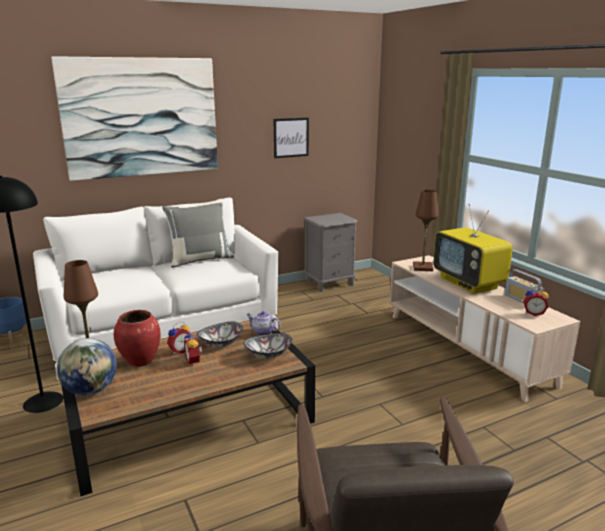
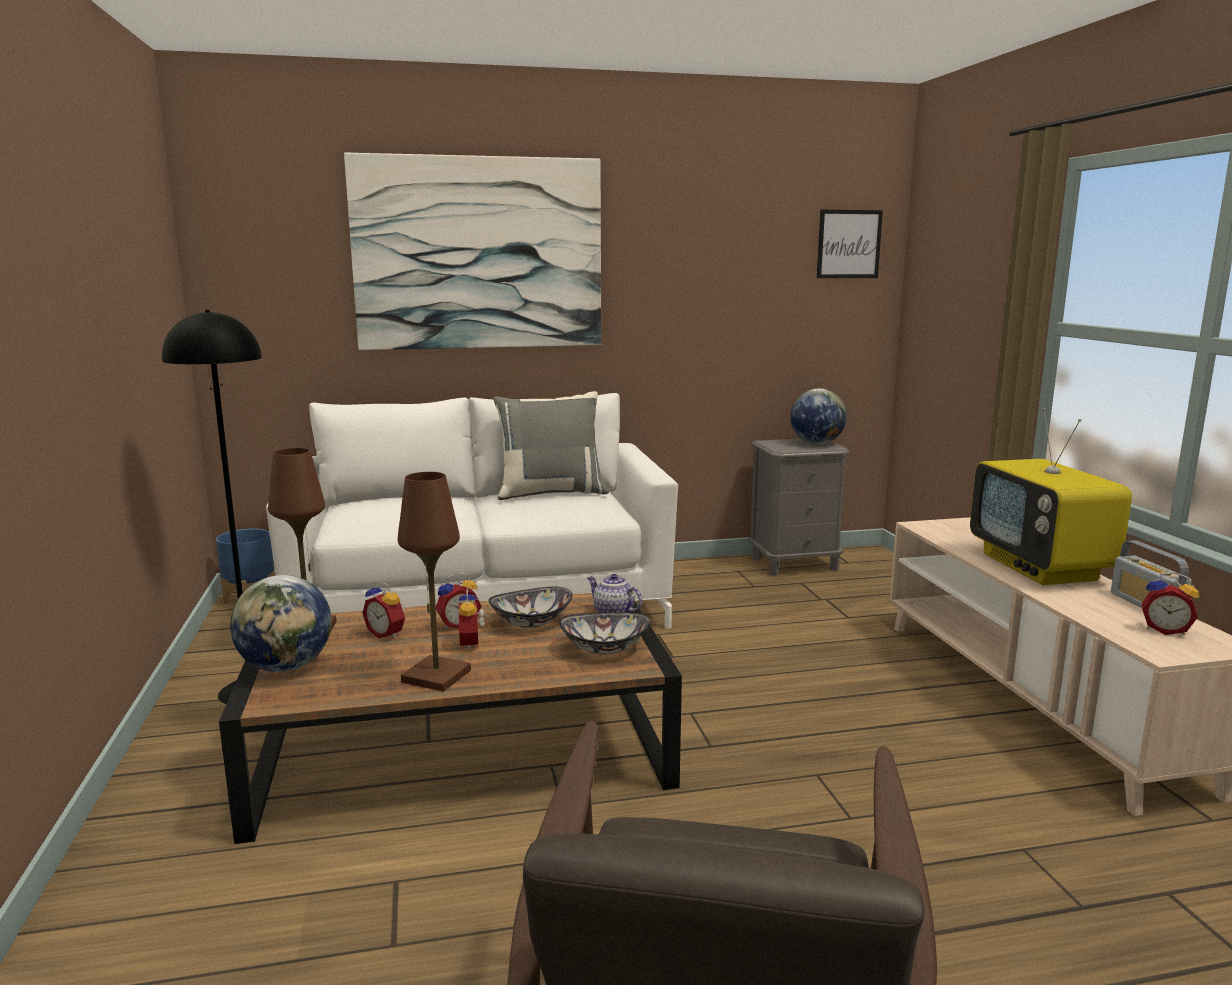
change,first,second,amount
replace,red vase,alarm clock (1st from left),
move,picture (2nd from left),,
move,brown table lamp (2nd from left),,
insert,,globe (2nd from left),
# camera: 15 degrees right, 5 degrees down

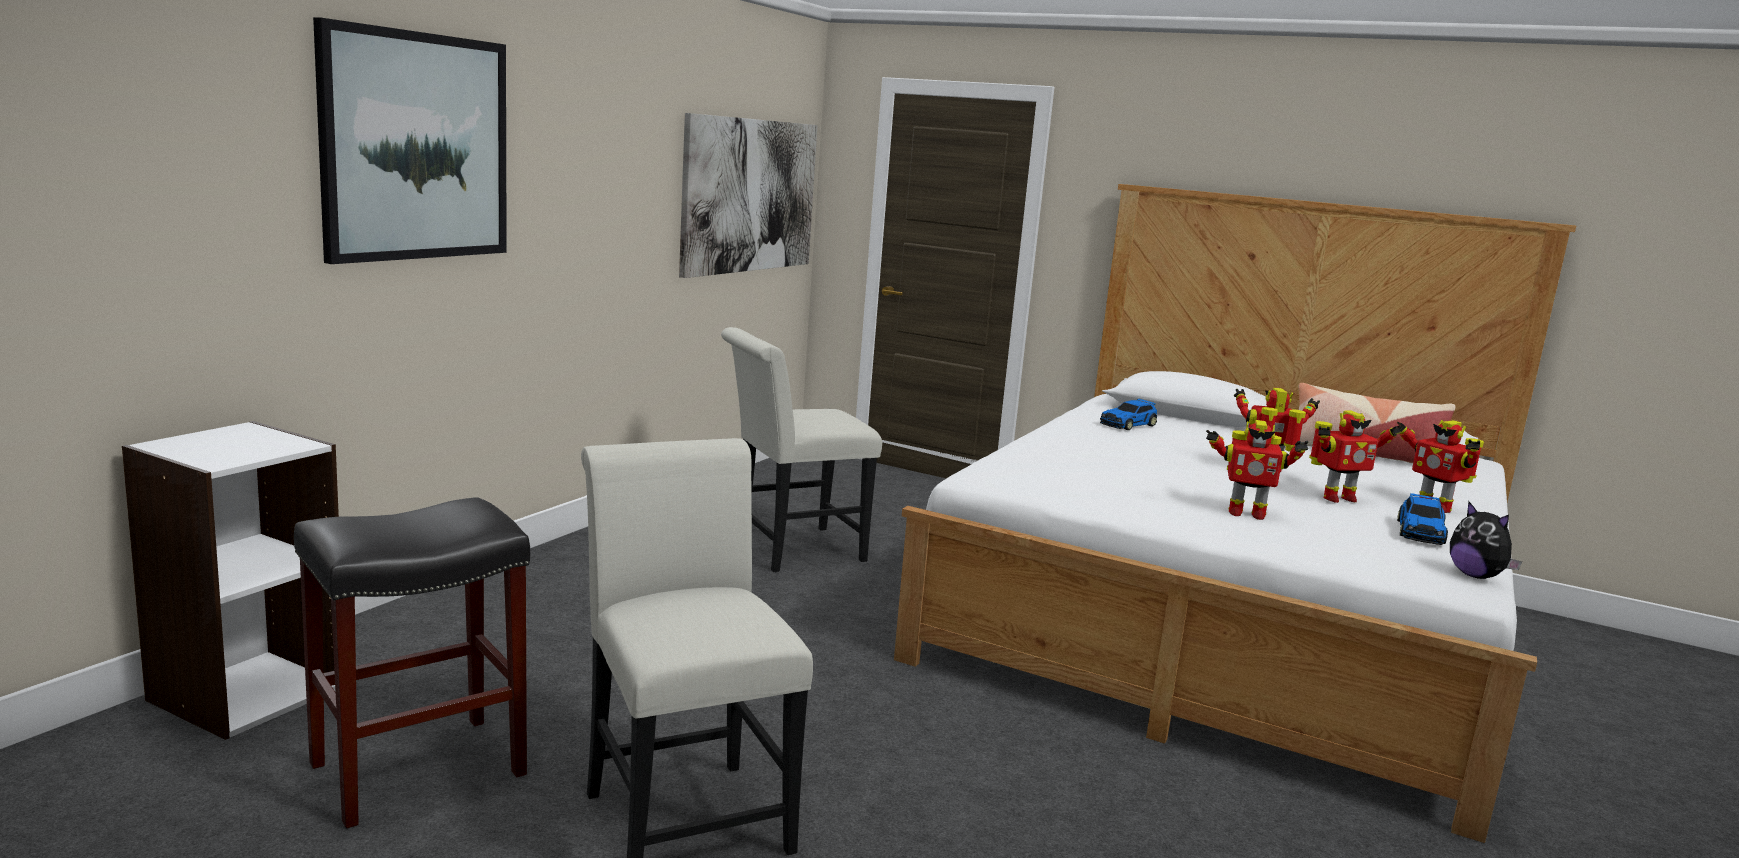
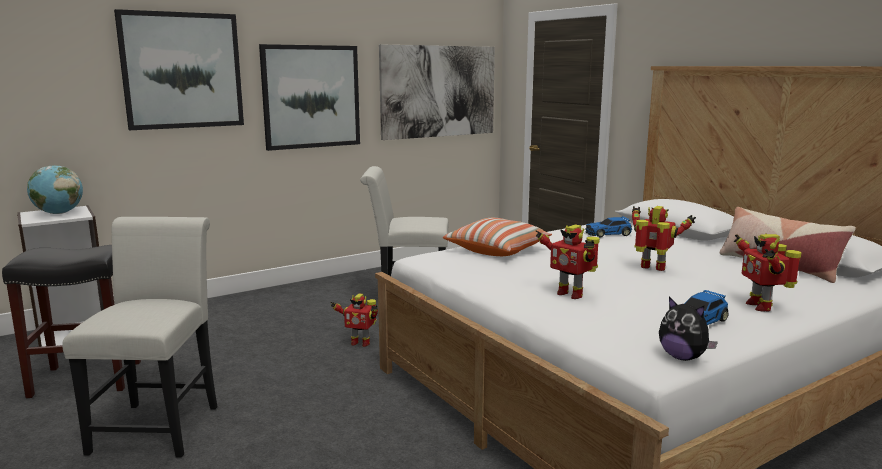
change,first,second,amount
move,toy robot (3rd from left in the first image),toy robot (1st from left),
rotate,plush toy,,45 degrees counterclockwise
insert,,globe,
insert,,picture (2nd from left),
insert,,pillow (1st from left),
# camera: 30 degrees right, 0 degrees up

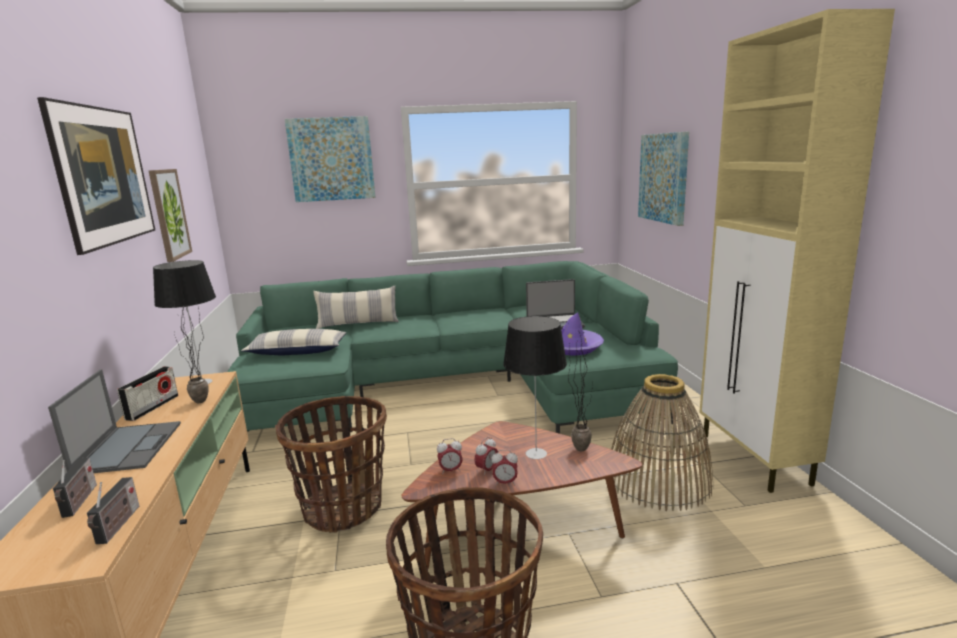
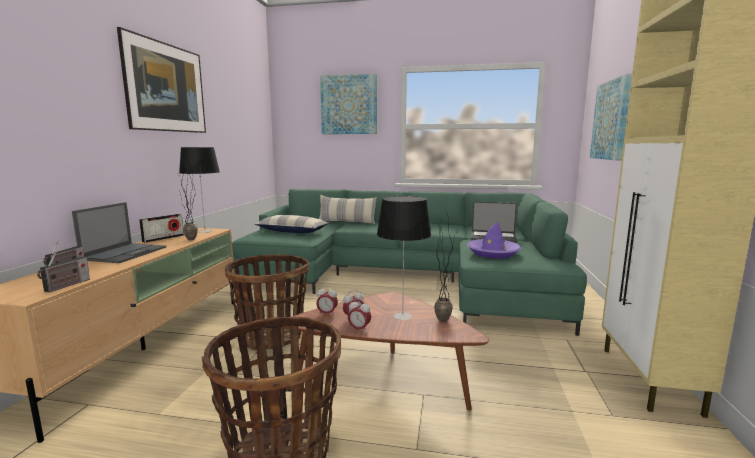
change,first,second,amount
delete,picture (2nd from left),,
delete,basket (3rd from left),,
# camera: 20 degrees right, 5 degrees down

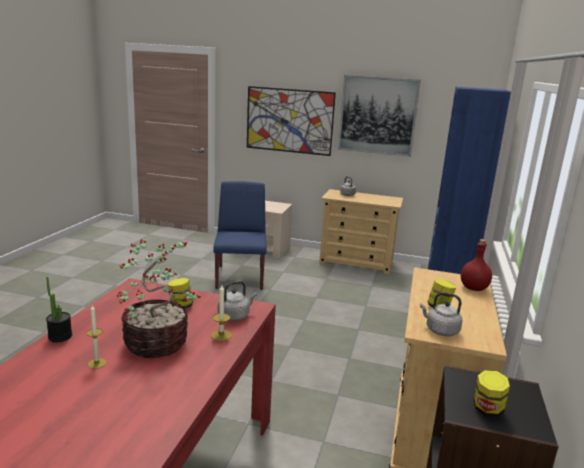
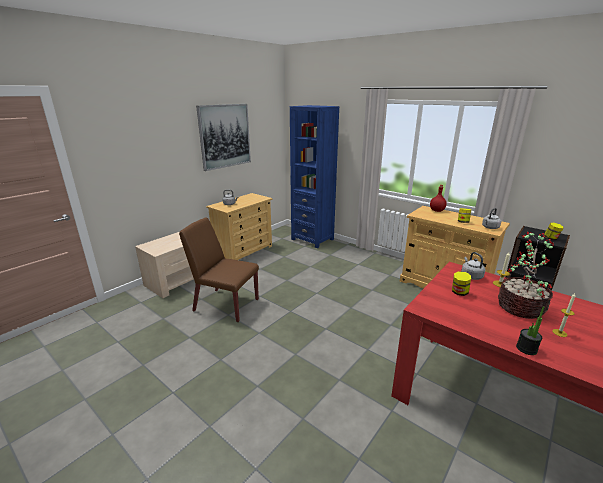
change,first,second,amount
recolor,blue chair,brown chair,
delete,picture (1st from left),,
# camera: 65 degrees left, 5 degrees up

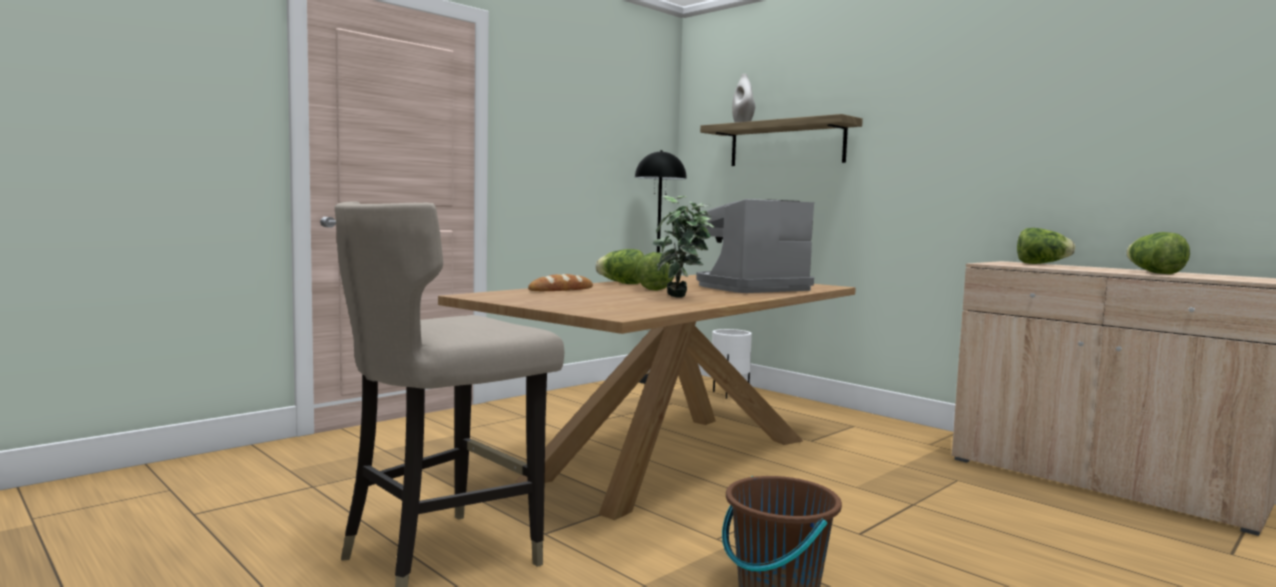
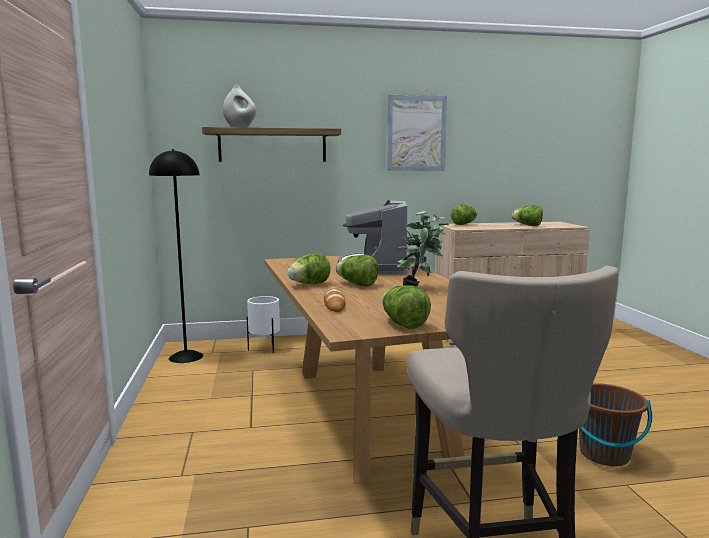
change,first,second,amount
insert,,lettuce (3rd from left),
insert,,picture,
# camera: 55 degrees left, 5 degrees up

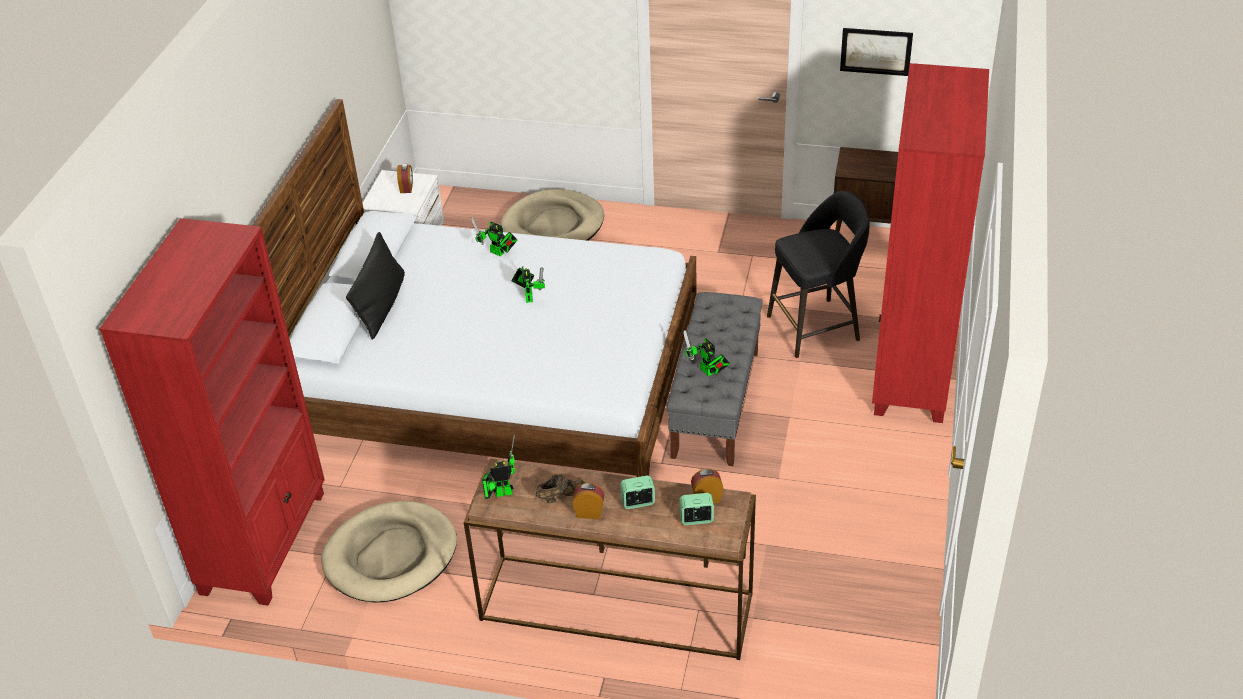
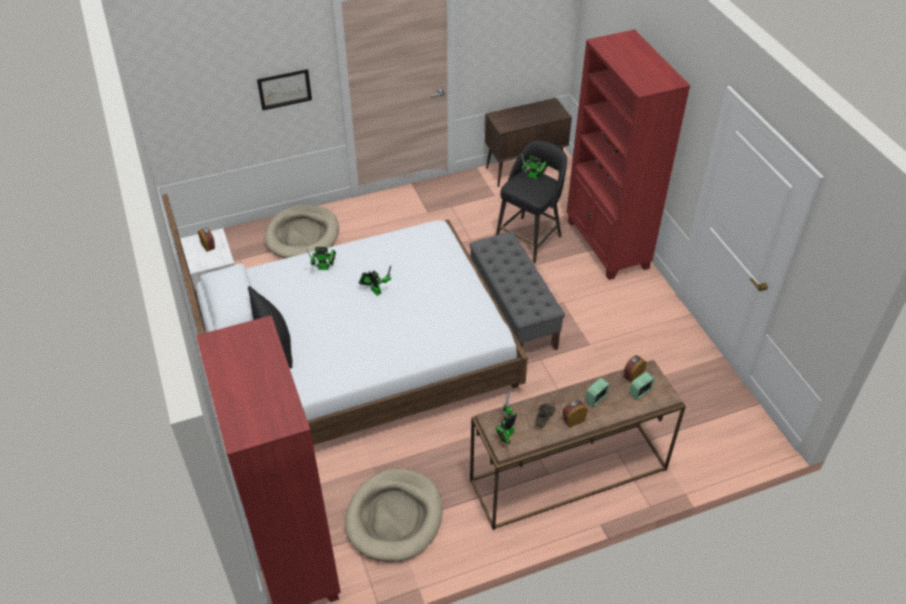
change,first,second,amount
move,toy robot (4th from left),,
move,picture,,
# camera: 35 degrees left, 5 degrees up

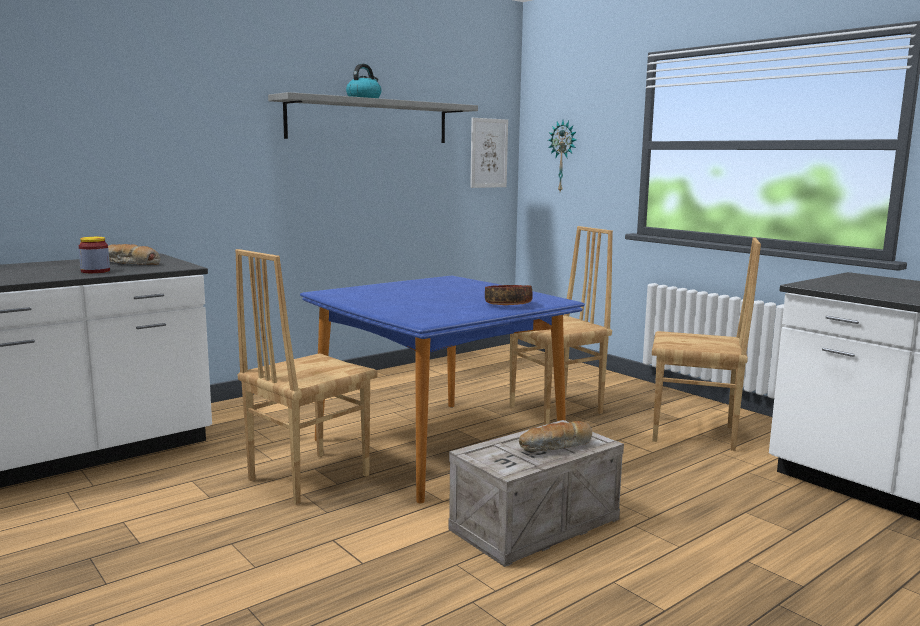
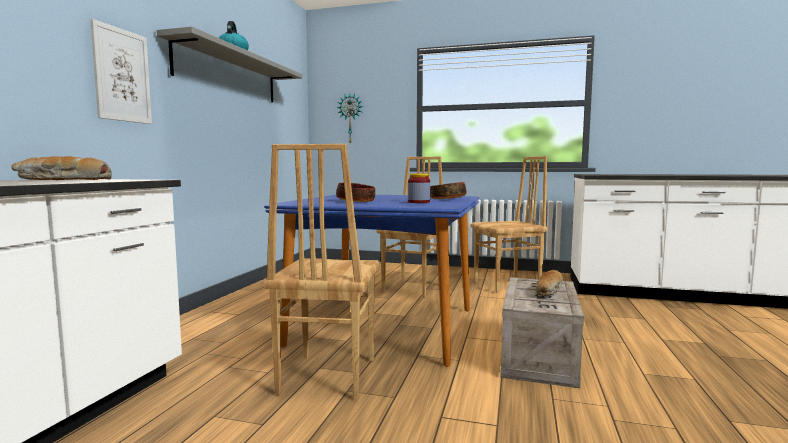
change,first,second,amount
move,jar,,
move,picture,,
insert,,bowl (1st from left),
# camera: 35 degrees left, 5 degrees down

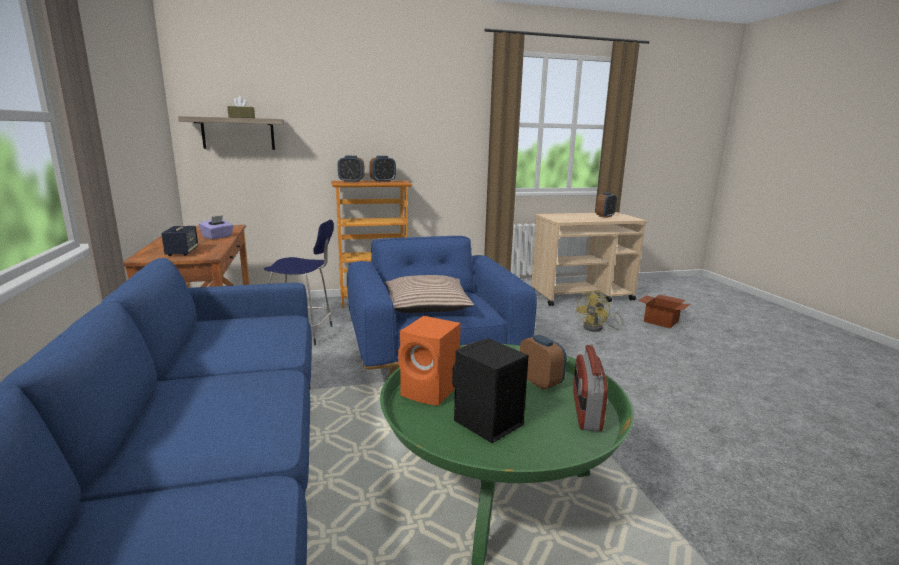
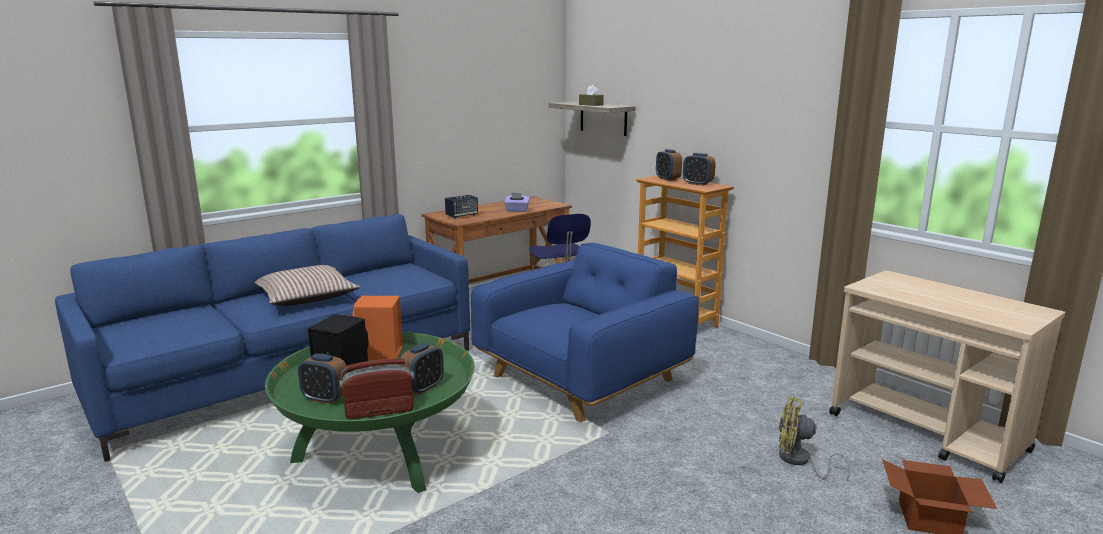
change,first,second,amount
move,pillow,,
move,alarm clock (4th from left in the first image),alarm clock (1st from left),
# camera: 65 degrees right, 0 degrees up

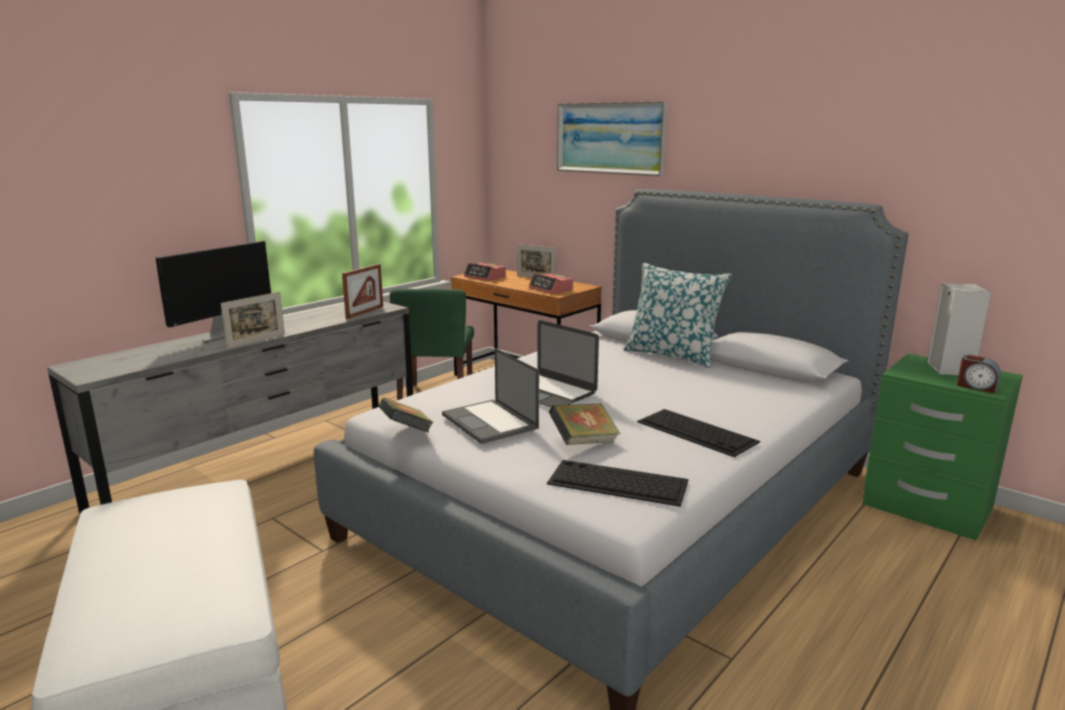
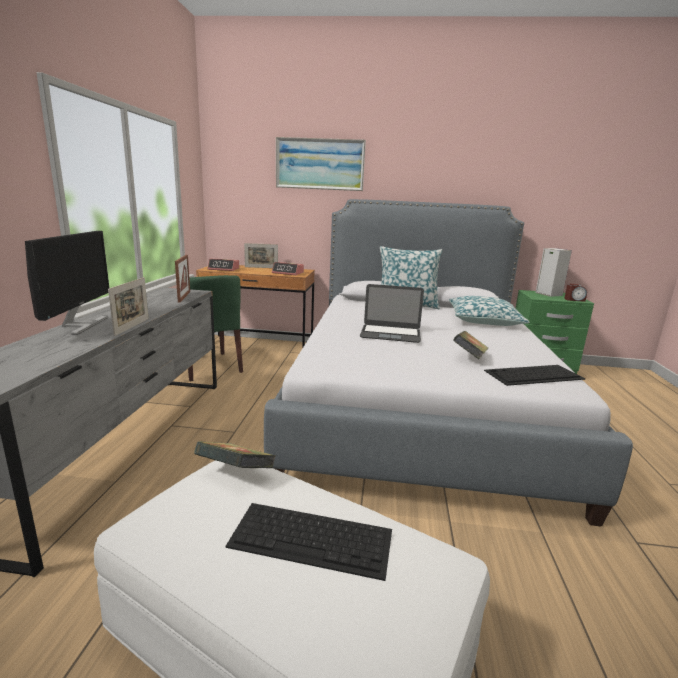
change,first,second,amount
move,book (1st from left),,
delete,laptop (1st from left),,
move,keyboard (2nd from left in the first image),keyboard (1st from left),
insert,,pillow (2nd from left),
# camera: 35 degrees left, 0 degrees up

